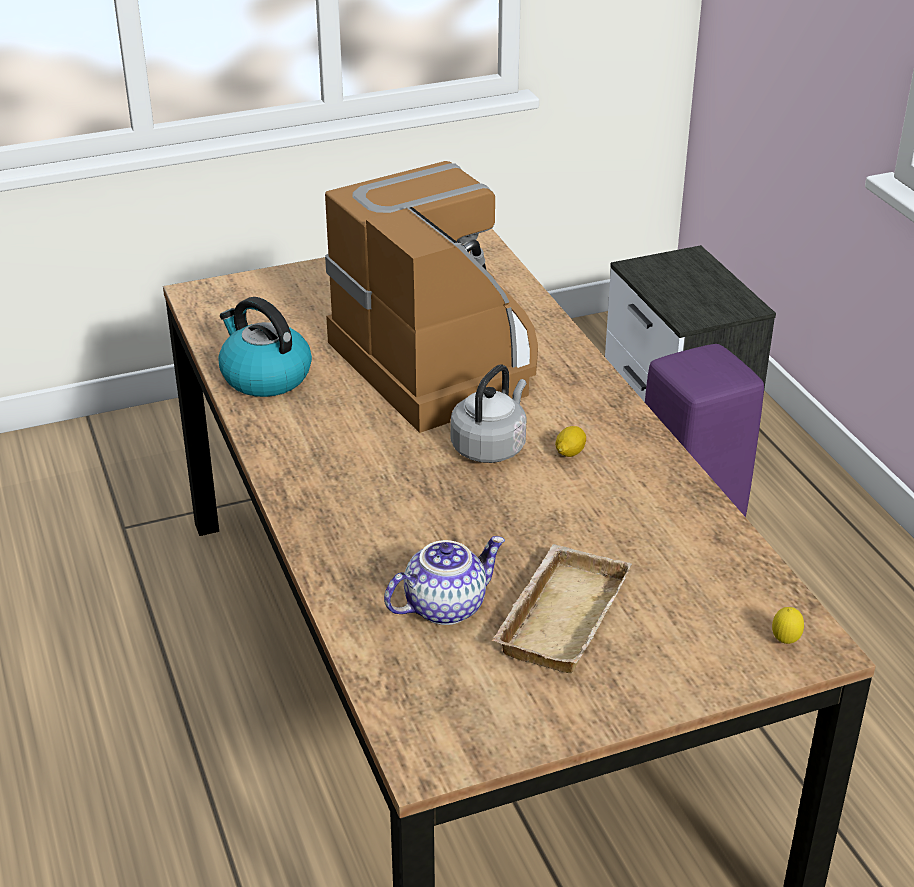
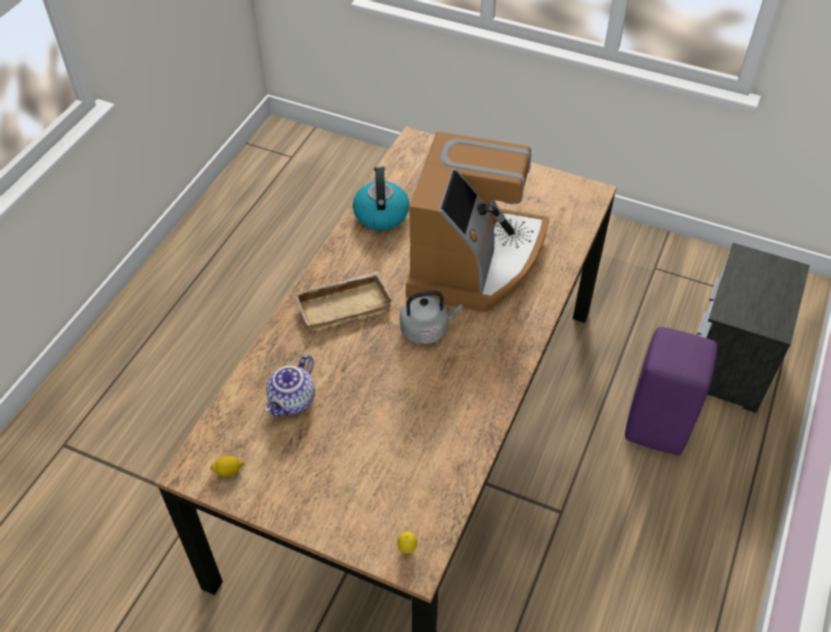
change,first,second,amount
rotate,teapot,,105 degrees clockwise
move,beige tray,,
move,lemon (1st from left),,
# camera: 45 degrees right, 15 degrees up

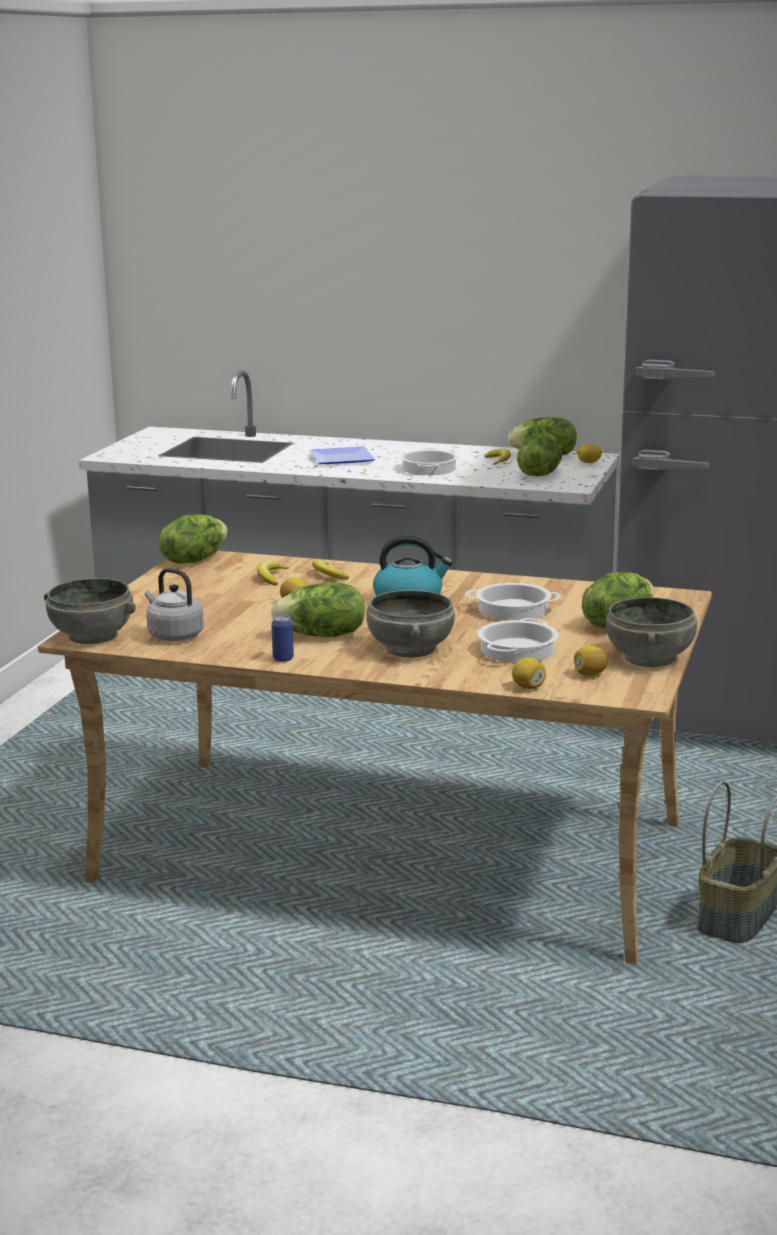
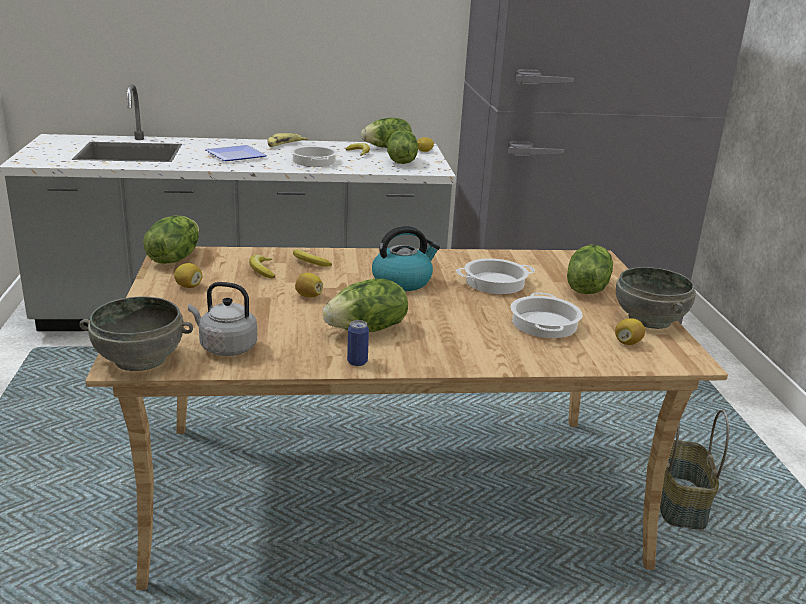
change,first,second,amount
delete,grey bowl (2nd from left),,
move,lemon (2nd from left in the first image),lemon (1st from left),
insert,,banana (2nd from left),
# camera: 25 degrees left, 5 degrees up

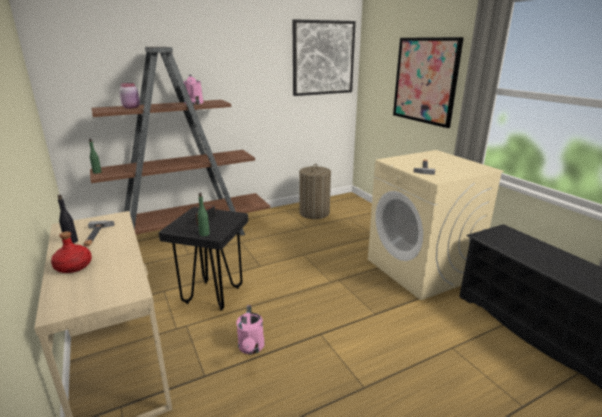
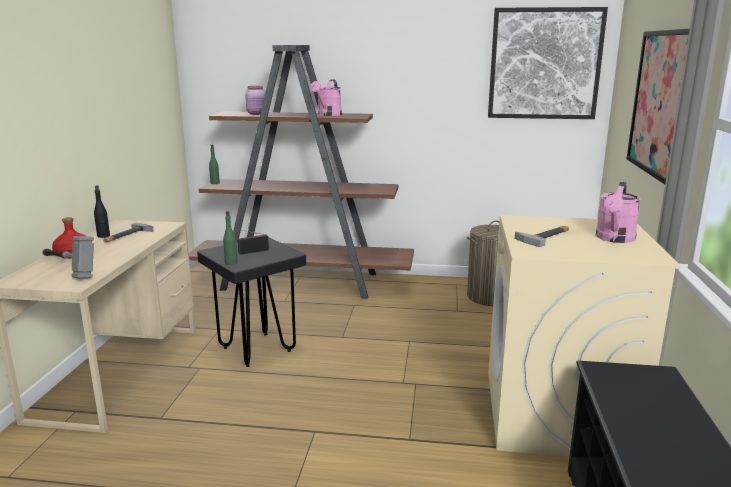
change,first,second,amount
move,pink watering can (2nd from left),,
insert,,hammer (1st from left),
# camera: 35 degrees right, 5 degrees down

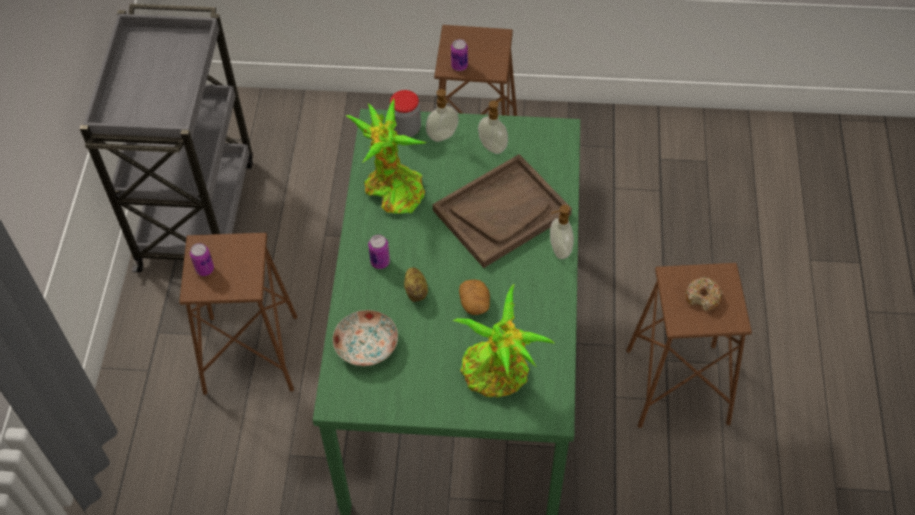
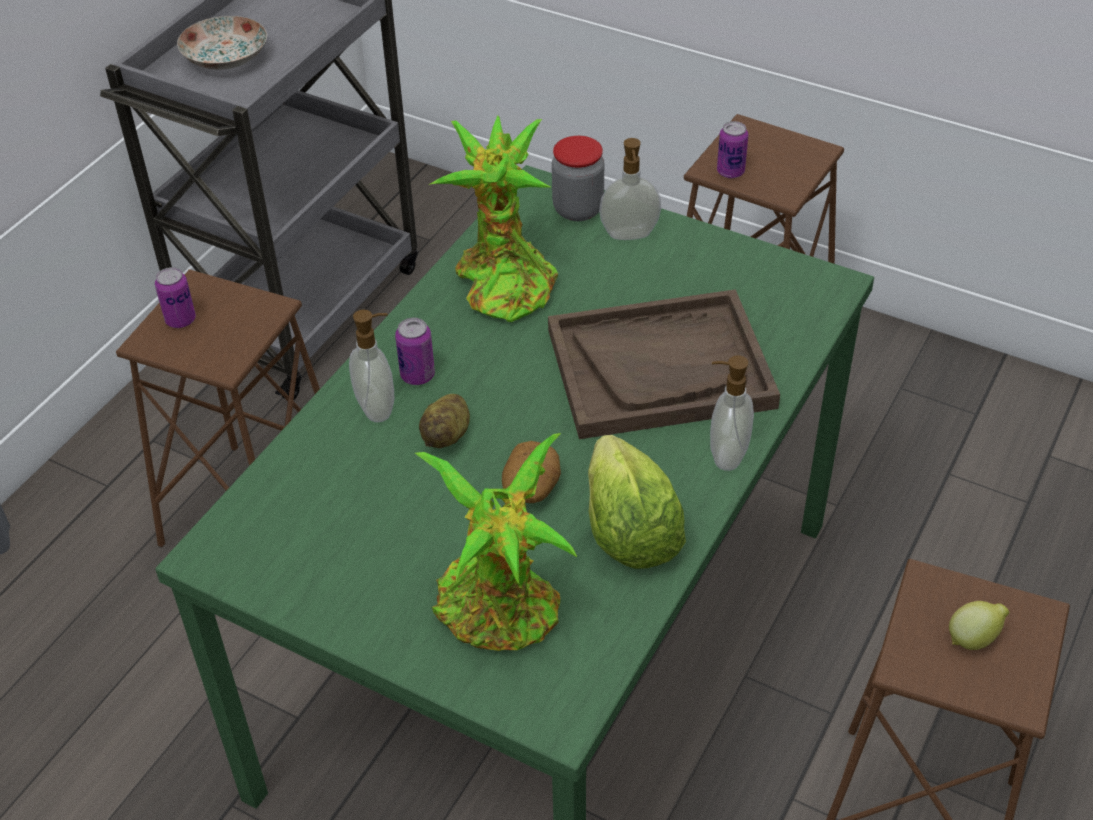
change,first,second,amount
move,plate,,
move,soap dispenser (2nd from left in the first image),soap dispenser (1st from left),
replace,donut,lemon,
insert,,lettuce,
# camera: 25 degrees right, 10 degrees down

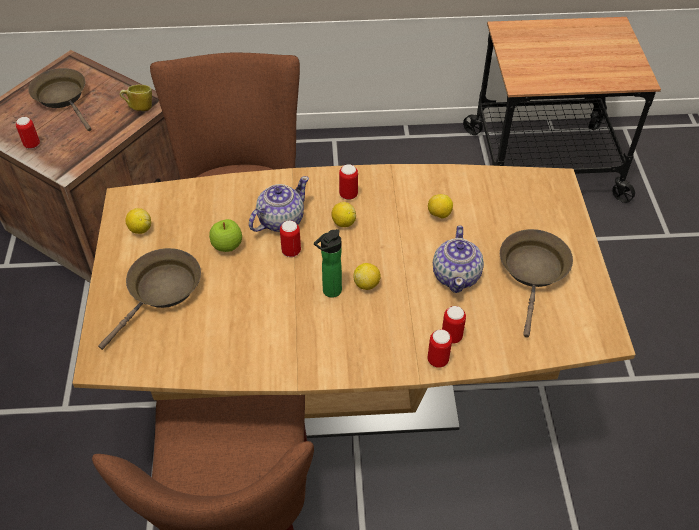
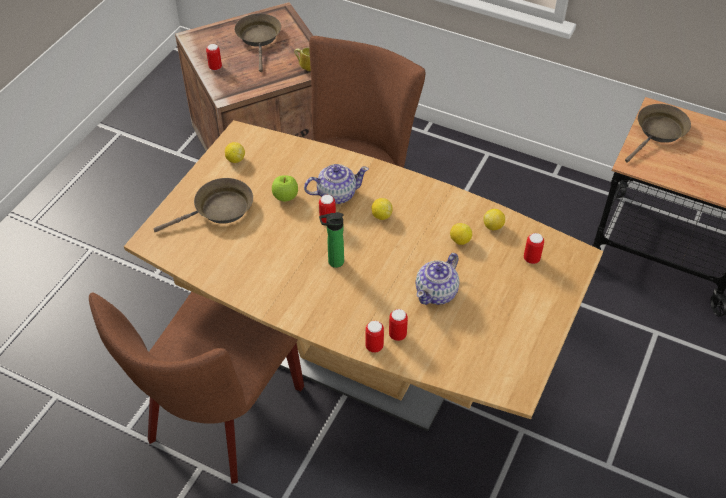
change,first,second,amount
move,can (3rd from left in the first image),can (5th from left),
move,lemon (3rd from left in the first image),lemon (4th from left),
move,brown frying pan (3rd from left),,
# camera: 30 degrees right, 0 degrees up

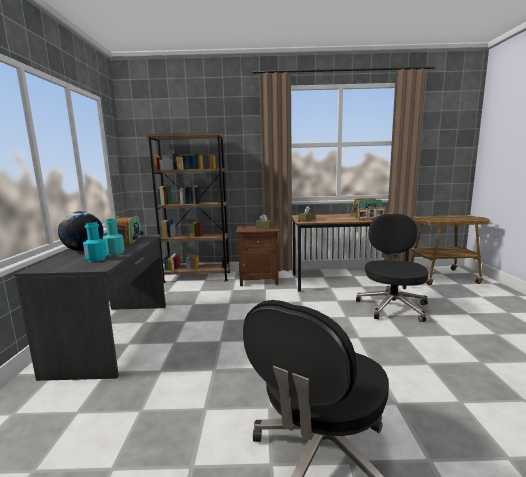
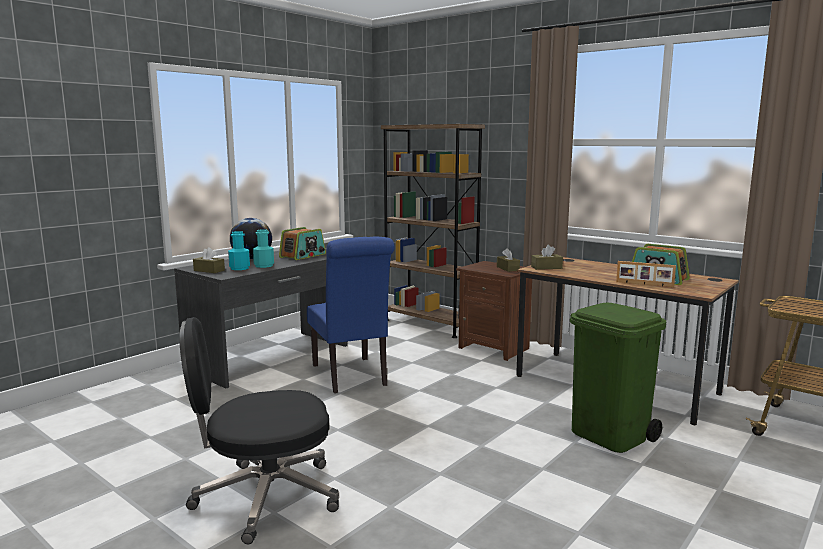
change,first,second,amount
replace,black office chair (2nd from left),green trash can,
insert,,brown tissue box (1st from left),
insert,,blue chair,
# camera: 40 degrees right, 0 degrees up

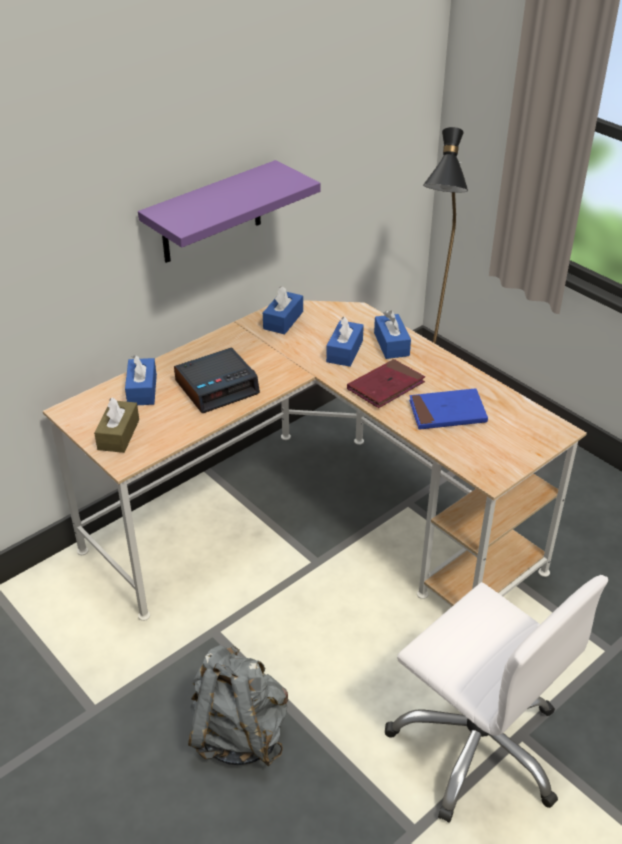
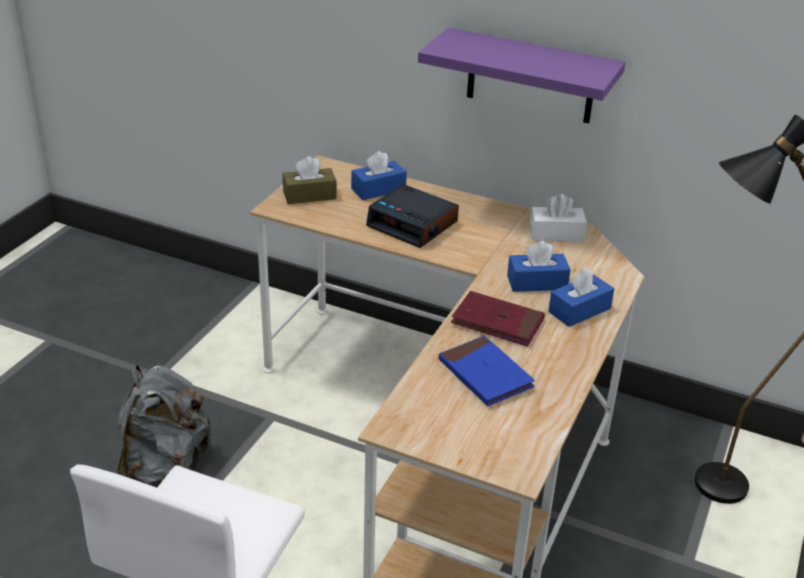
change,first,second,amount
recolor,blue tissue box (2nd from left),white tissue box,
# camera: 65 degrees right, 5 degrees down

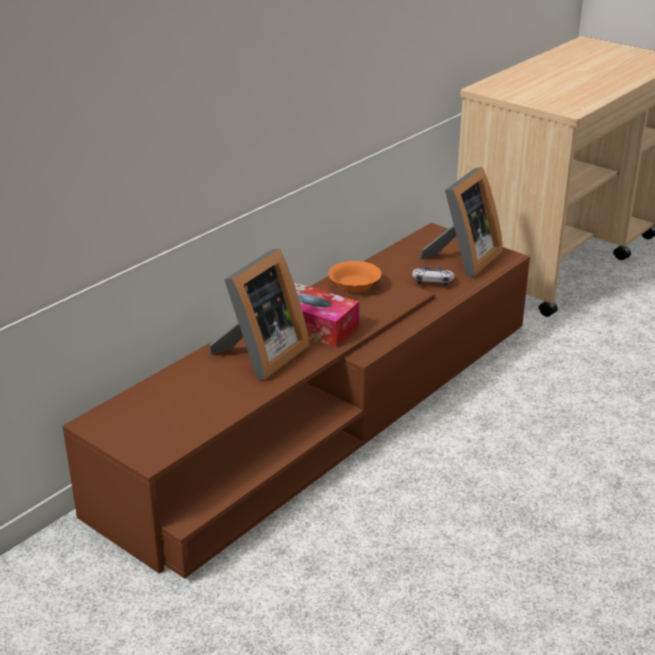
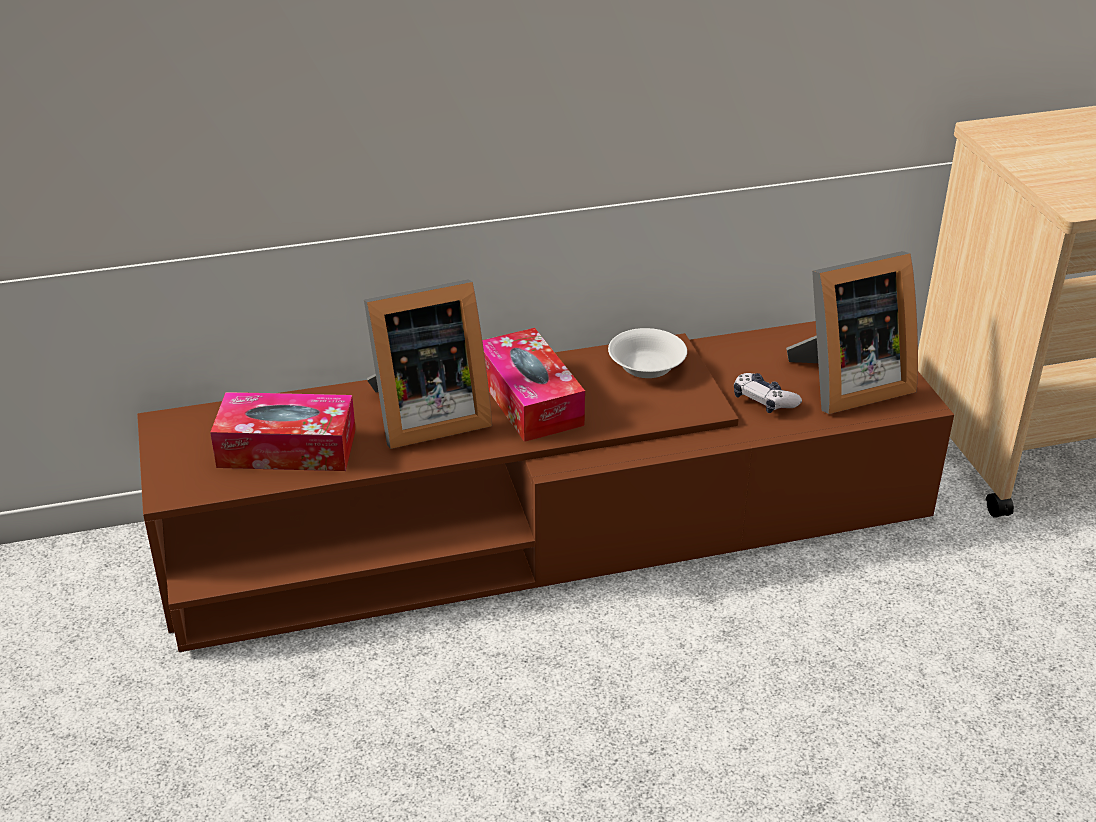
change,first,second,amount
recolor,orange bowl,white bowl,
insert,,tissue box (1st from left),
# camera: 35 degrees right, 5 degrees up

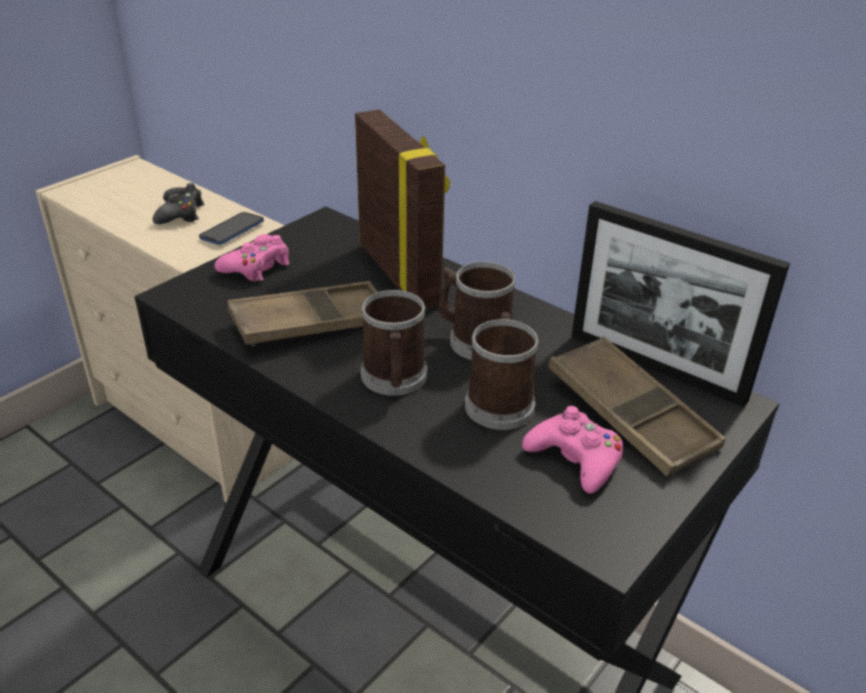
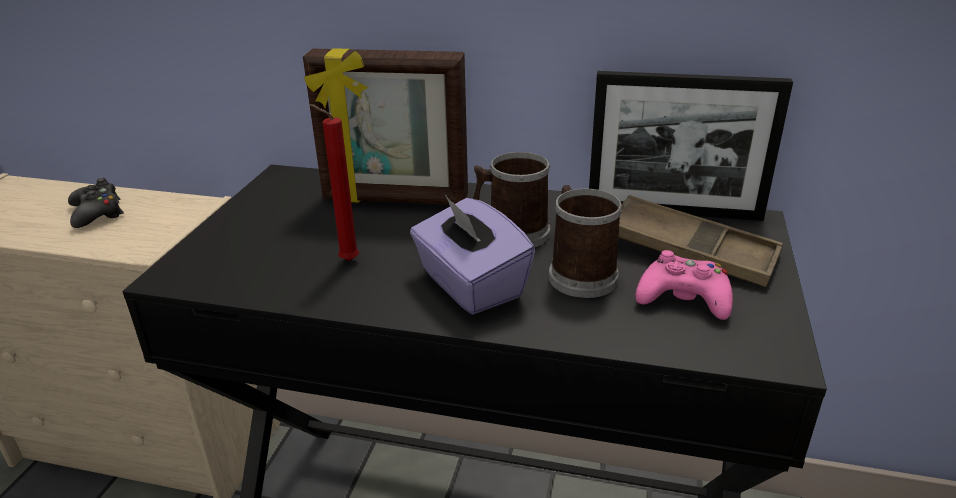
change,first,second,amount
delete,phone,,
delete,pink game controller (1st from left),,
replace,brown tray (1st from left),red candle,
rotate,picture frame (1st from left),,150 degrees clockwise
replace,mug (1st from left),purple tissue box,
# camera: 25 degrees left, 5 degrees down

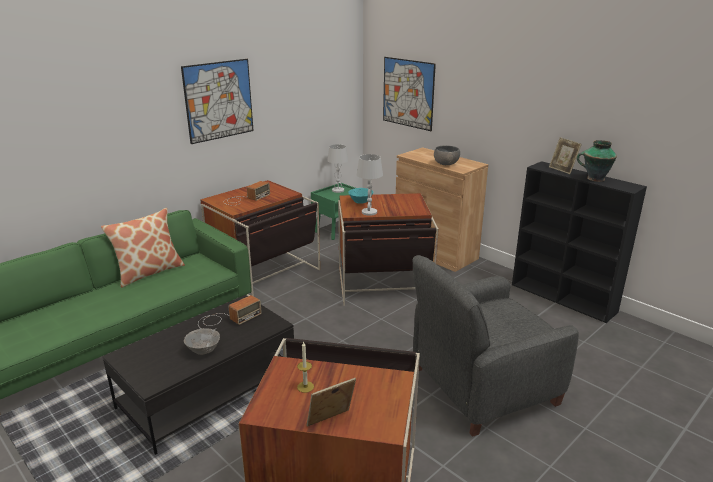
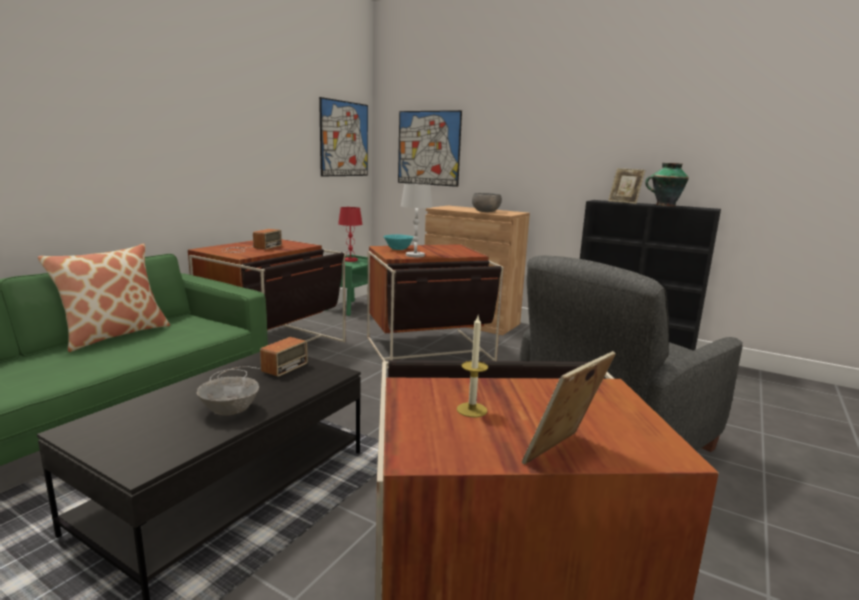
change,first,second,amount
move,picture (1st from left),,
recolor,white table lamp (1st from left),red table lamp,
# camera: 15 degrees left, 10 degrees down

